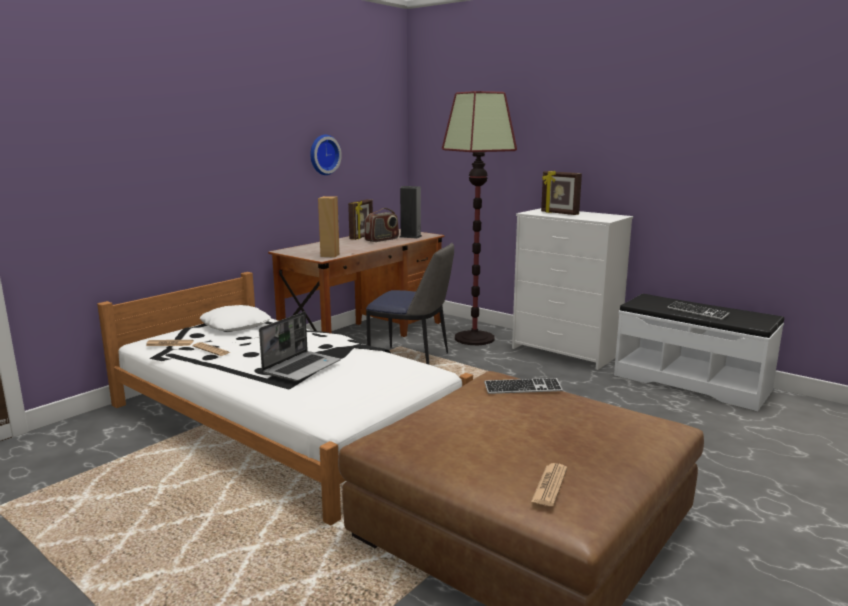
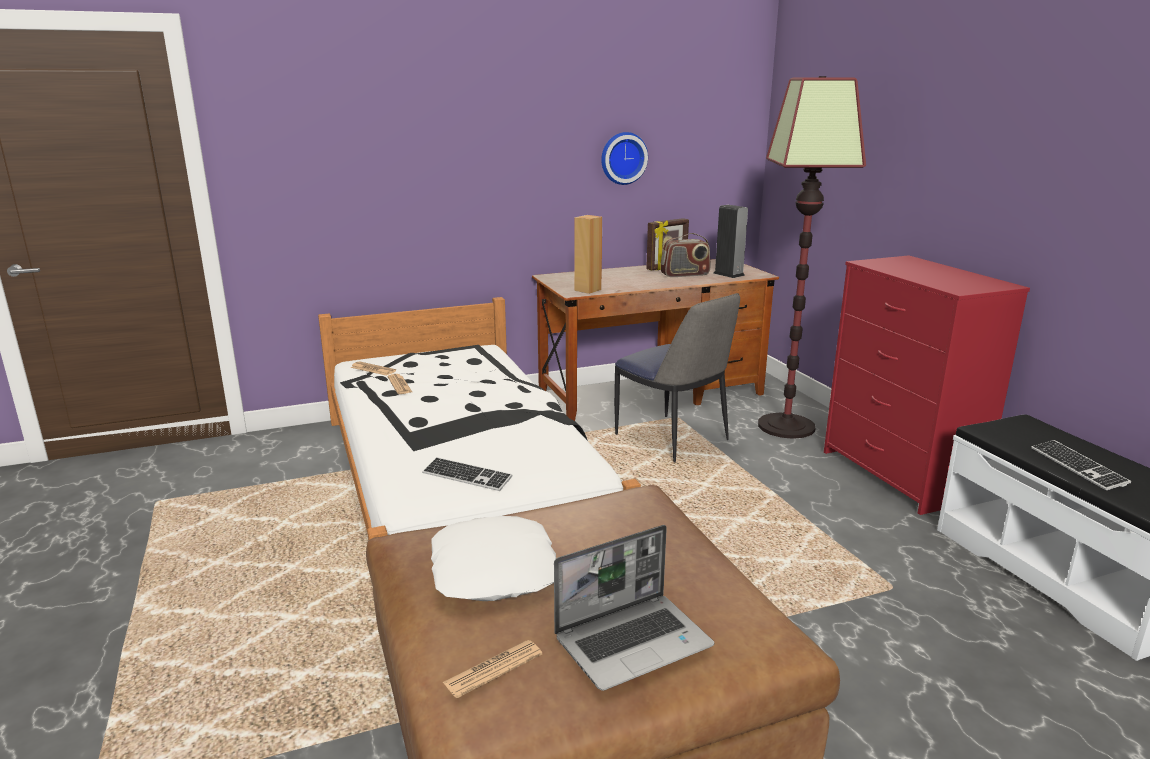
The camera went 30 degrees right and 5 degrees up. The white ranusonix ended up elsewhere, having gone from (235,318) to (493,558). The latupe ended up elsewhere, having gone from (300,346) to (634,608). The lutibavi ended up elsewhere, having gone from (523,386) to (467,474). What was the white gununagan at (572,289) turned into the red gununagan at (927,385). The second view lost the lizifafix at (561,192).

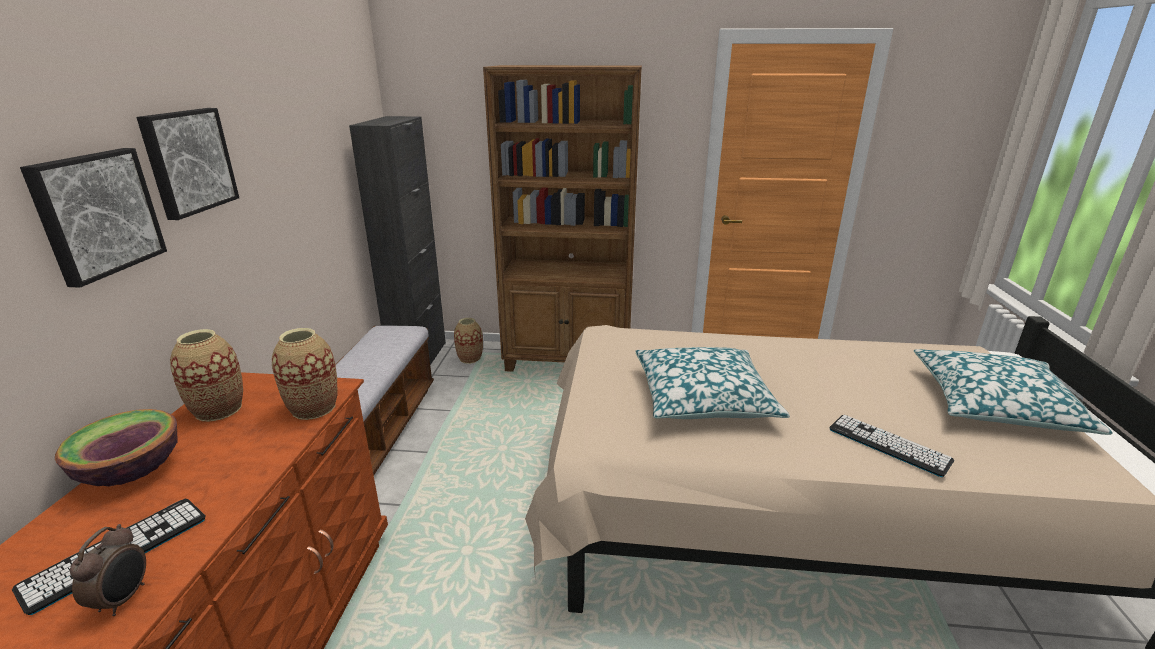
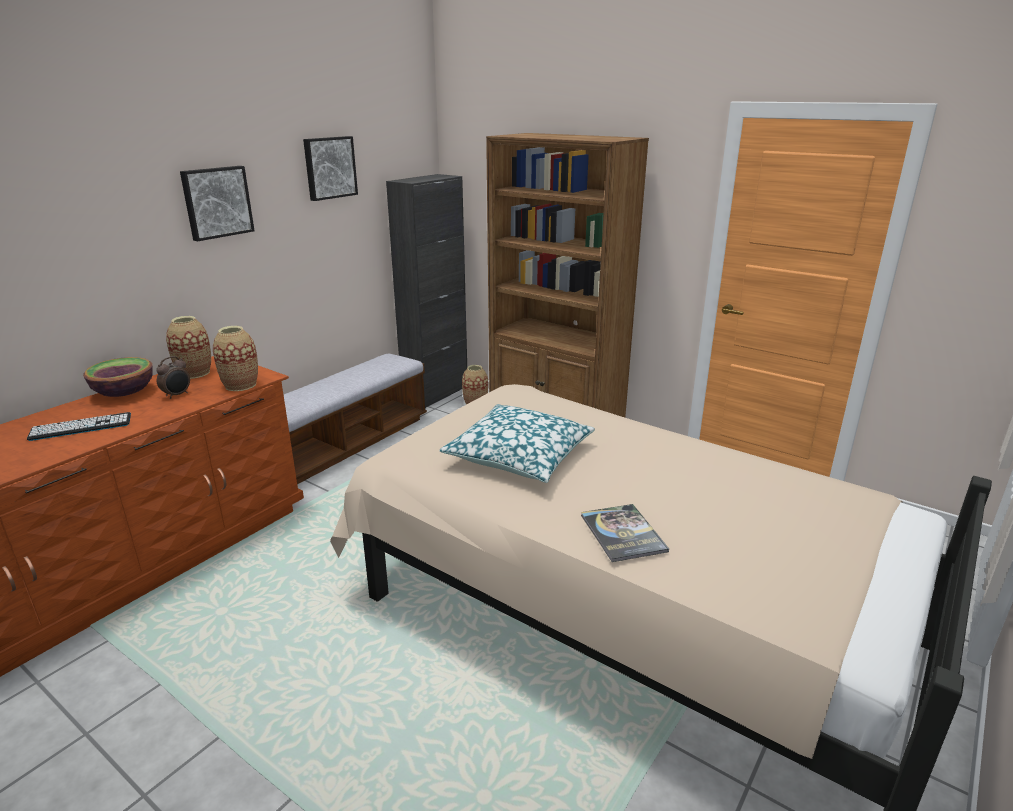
The camera went 30 degrees right and 0 degrees up. The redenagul ended up elsewhere, having gone from (93,218) to (330,168). The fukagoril ended up elsewhere, having gone from (108,570) to (173,377). Where the lutibavi stood at (891,445), the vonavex came to stand at (625,533). The second view lost the ranusonix at (1013,392).

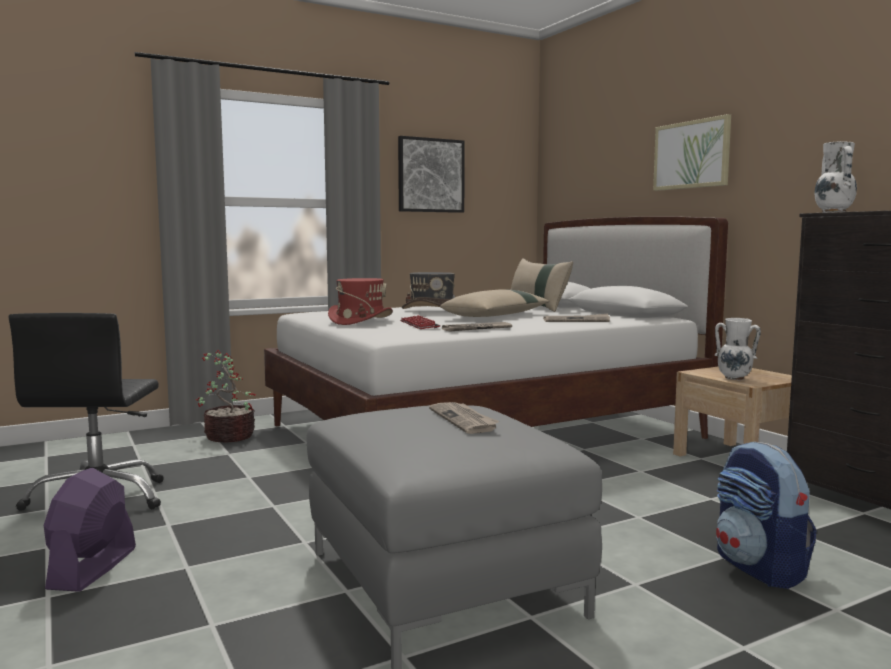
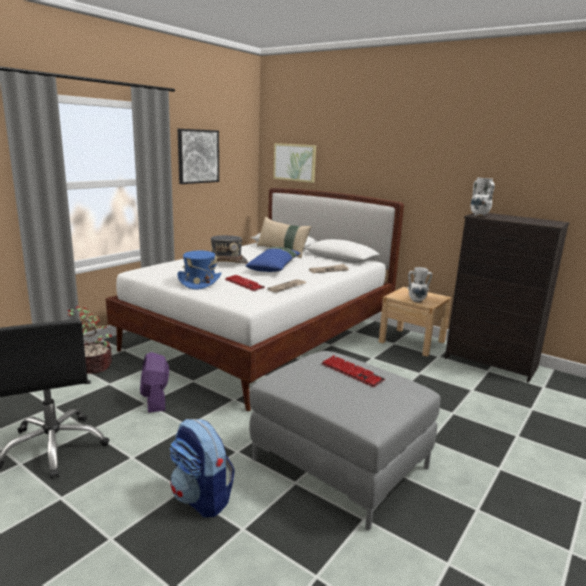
The camera went 25 degrees left and 10 degrees up. The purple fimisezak ended up elsewhere, having gone from (90,529) to (154,382). What was the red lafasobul at (360,301) turned into the blue lafasobul at (199,270). Where the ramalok stood at (464,418), the lutibavi came to stand at (353,371). What was the beige ranusonix at (494,303) turned into the blue ranusonix at (273,259). The redenagul ended up elsewhere, having gone from (692,152) to (294,163). The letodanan ended up elsewhere, having gone from (766,515) to (202,468).

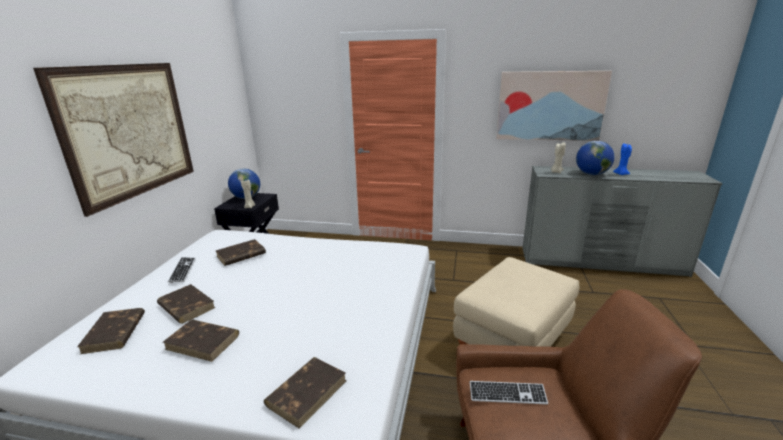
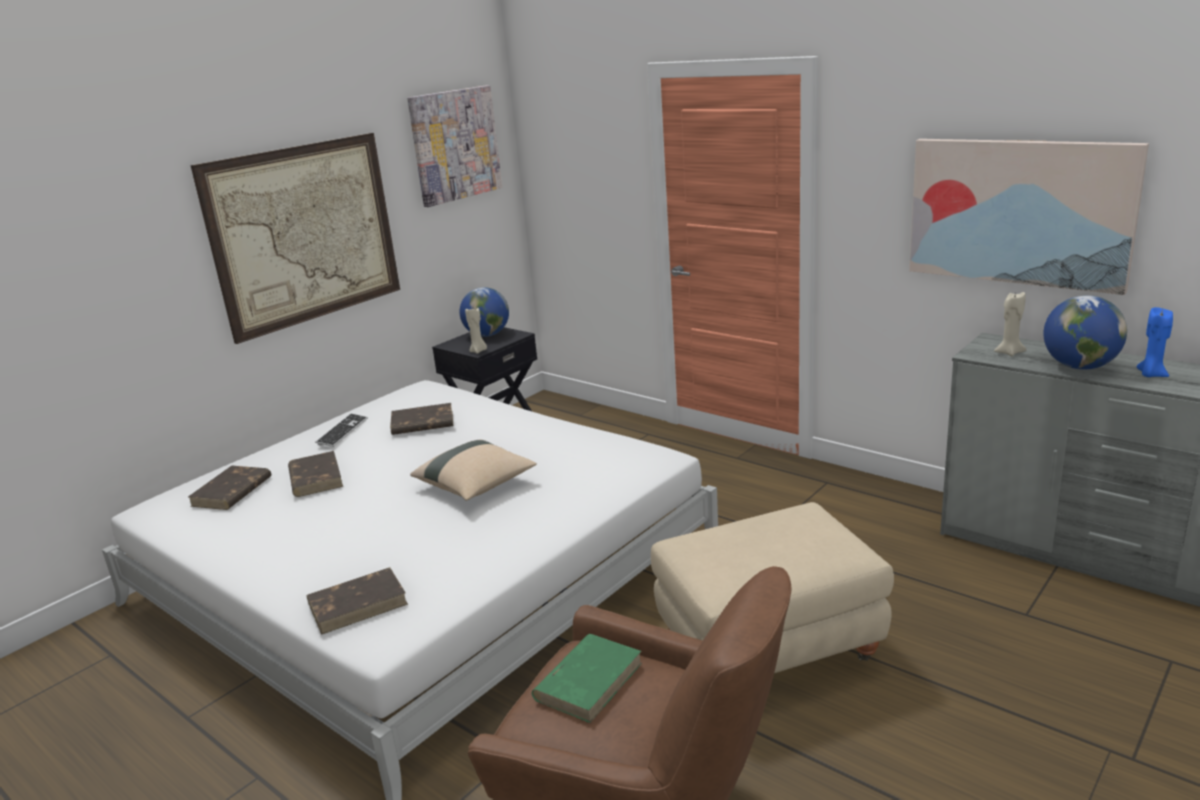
The camera went 30 degrees right and 0 degrees up. The second view lost the brown vonavex at (201,340). Where the lutibavi stood at (509,393), the green vonavex came to stand at (587,678). The second view gained the redenagul at (454,146). The second view gained the beige ranusonix at (473,470).

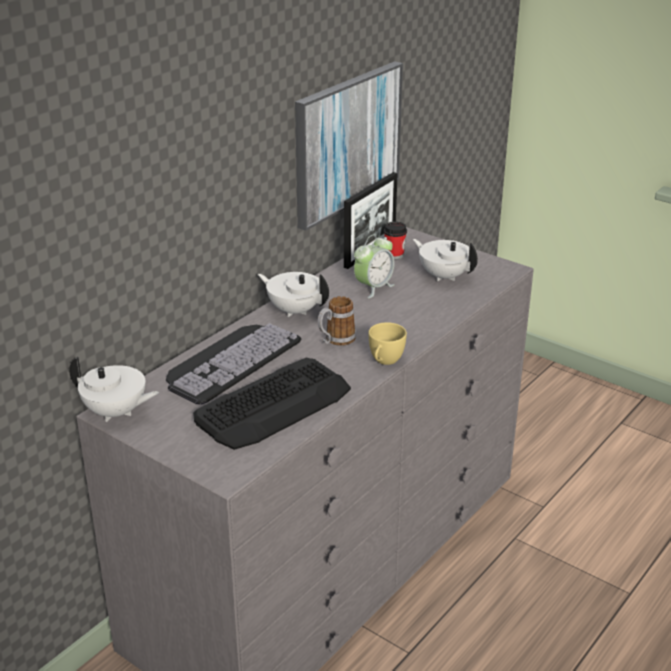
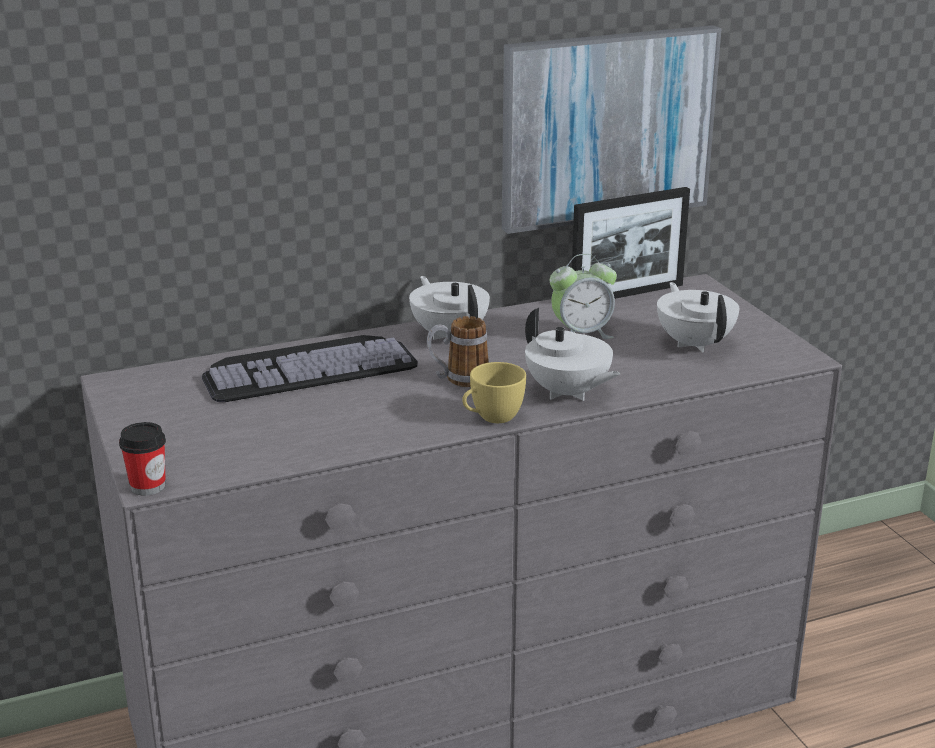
The camera went 30 degrees right and 5 degrees down. The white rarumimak ended up elsewhere, having gone from (114,389) to (572,354). The second view lost the lutibavi at (272,404). The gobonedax ended up elsewhere, having gone from (395,241) to (142,459).

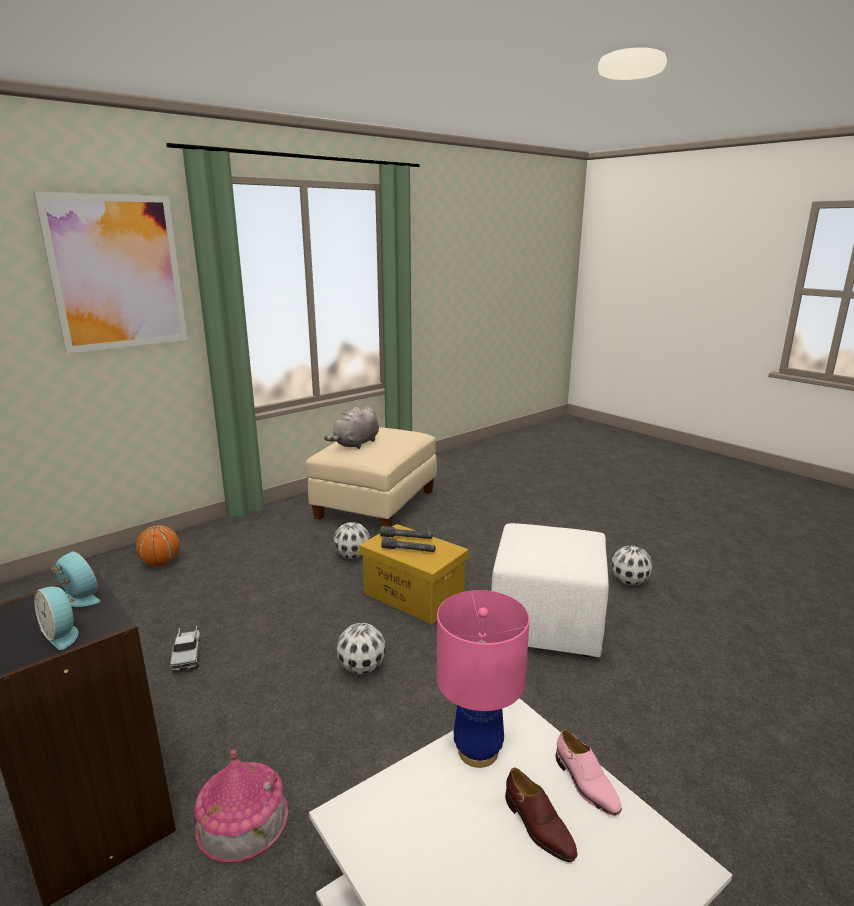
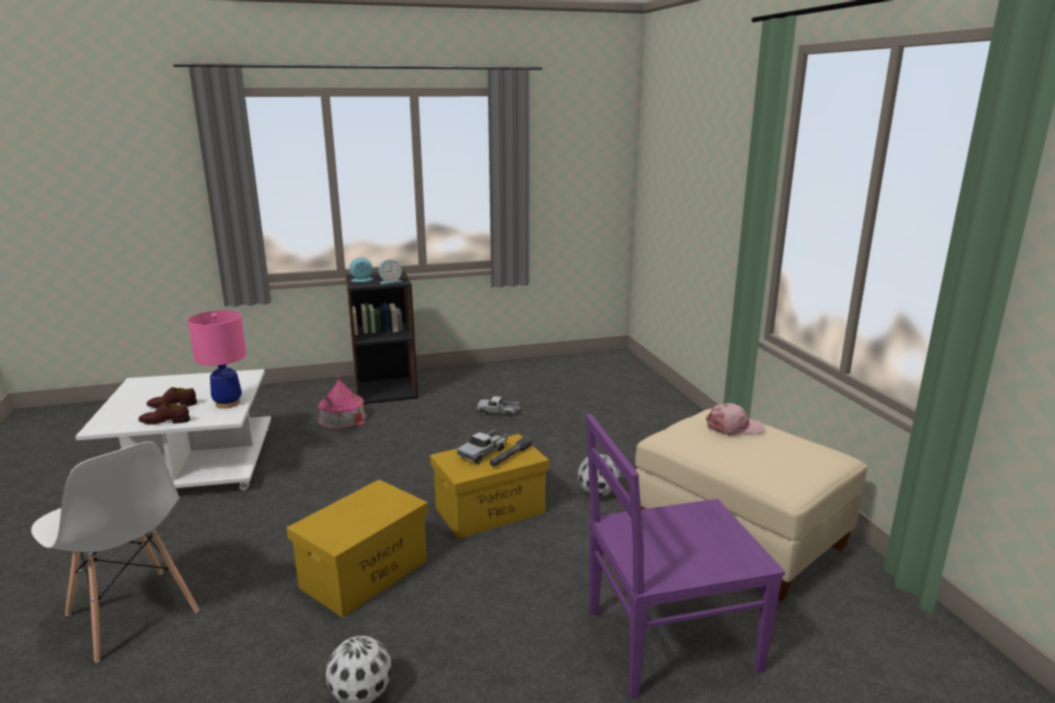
The camera went 115 degrees right and 0 degrees up. The second view lost the redenagul at (110,272). The second view lost the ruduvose at (158,545). Where the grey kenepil stood at (351,427), the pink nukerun came to stand at (735,419). The second view lost the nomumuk at (361,648). Where the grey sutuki stood at (408,544), the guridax came to stand at (482,446). Where the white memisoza stood at (550,590), the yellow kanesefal came to stand at (357,548). What was the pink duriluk at (589,772) turned into the brown duriluk at (164,414). The second view gained the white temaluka at (115,552). The second view gained the purple temaluka at (685,556).

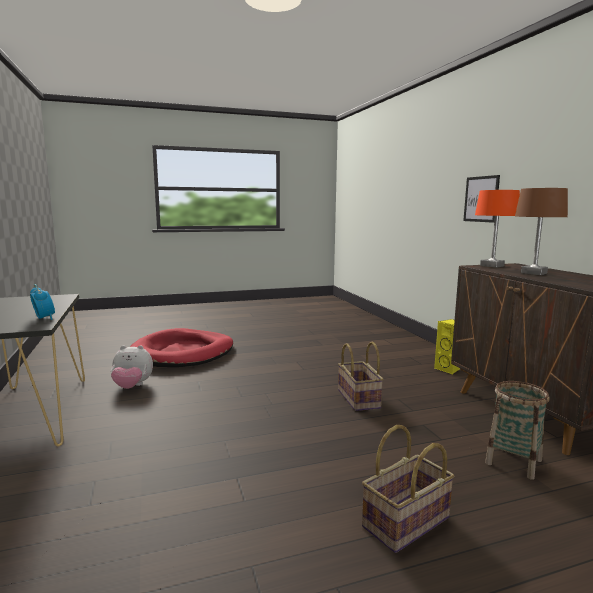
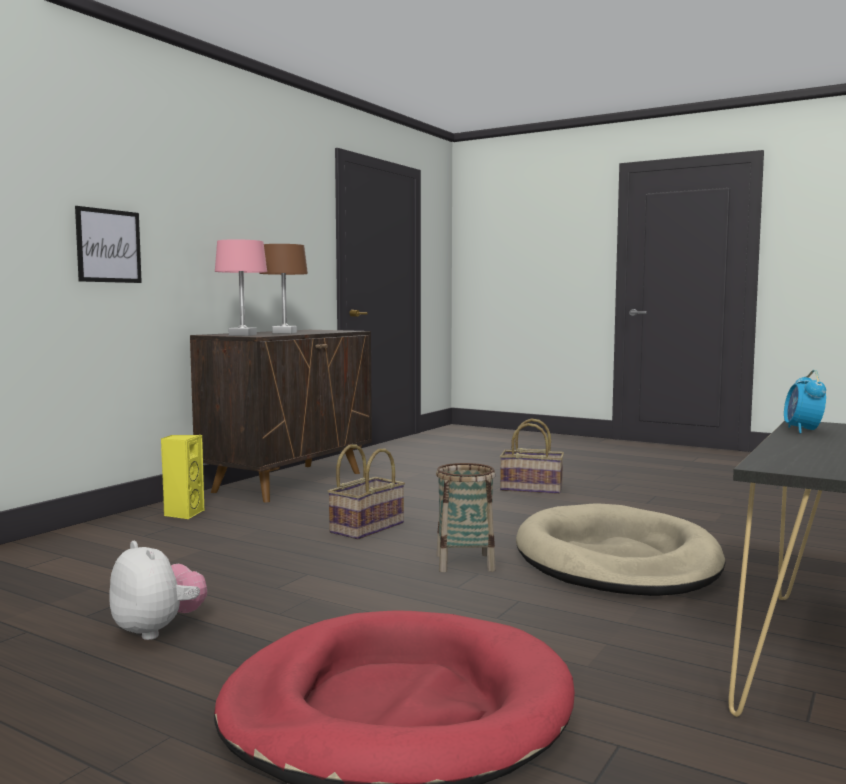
The camera went 130 degrees left and 5 degrees down. The kenepil ended up elsewhere, having gone from (132,367) to (158,590). What was the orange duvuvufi at (497,229) turned into the pink duvuvufi at (241,287). The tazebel ended up elsewhere, having gone from (517,430) to (465,517). The second view gained the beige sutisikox at (621,549).

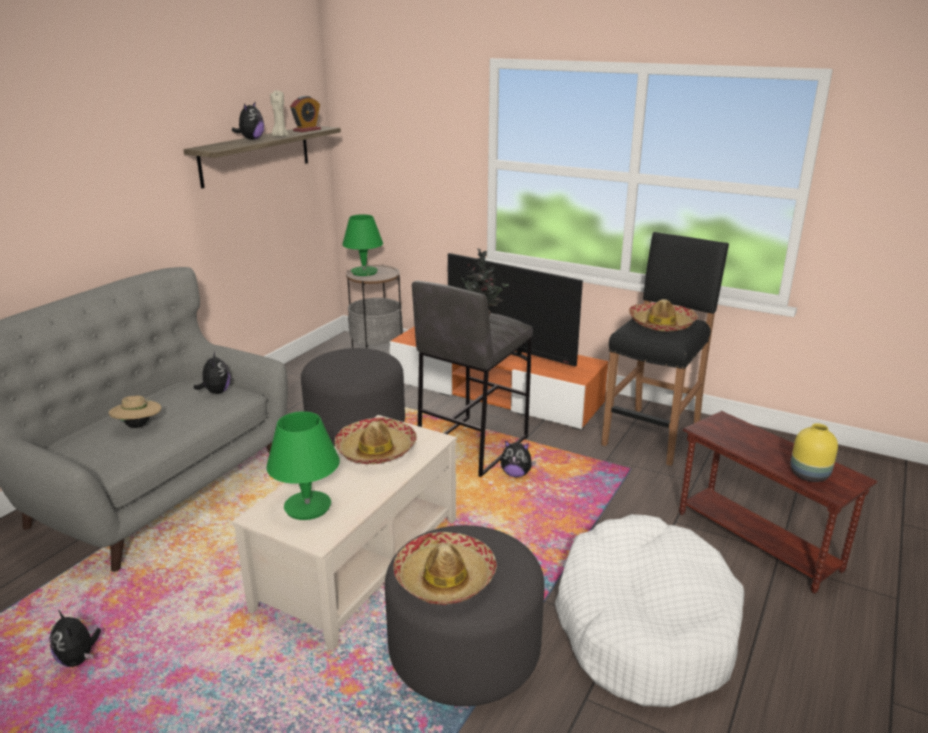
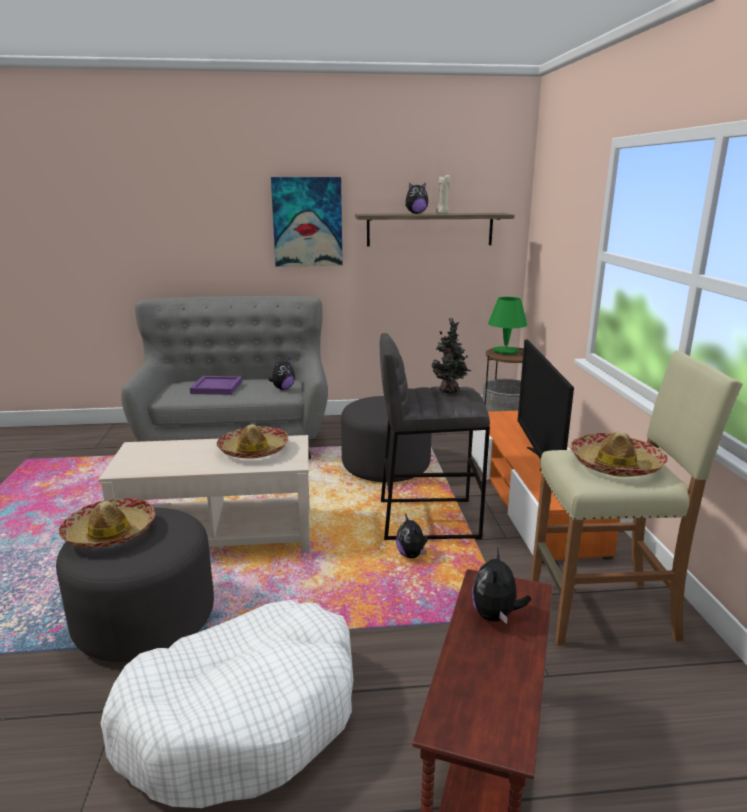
The camera went 55 degrees right and 5 degrees down. The kenepil ended up elsewhere, having gone from (75,638) to (501,586). Where the beige lafasobul stood at (135,412), the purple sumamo came to stand at (216,385). The second view lost the green duvuvufi at (303,465). The second view lost the fukagoril at (305,114). What was the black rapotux at (665,349) turned into the beige rapotux at (637,498). The second view lost the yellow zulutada at (814,452). The second view gained the redenagul at (307,222).

